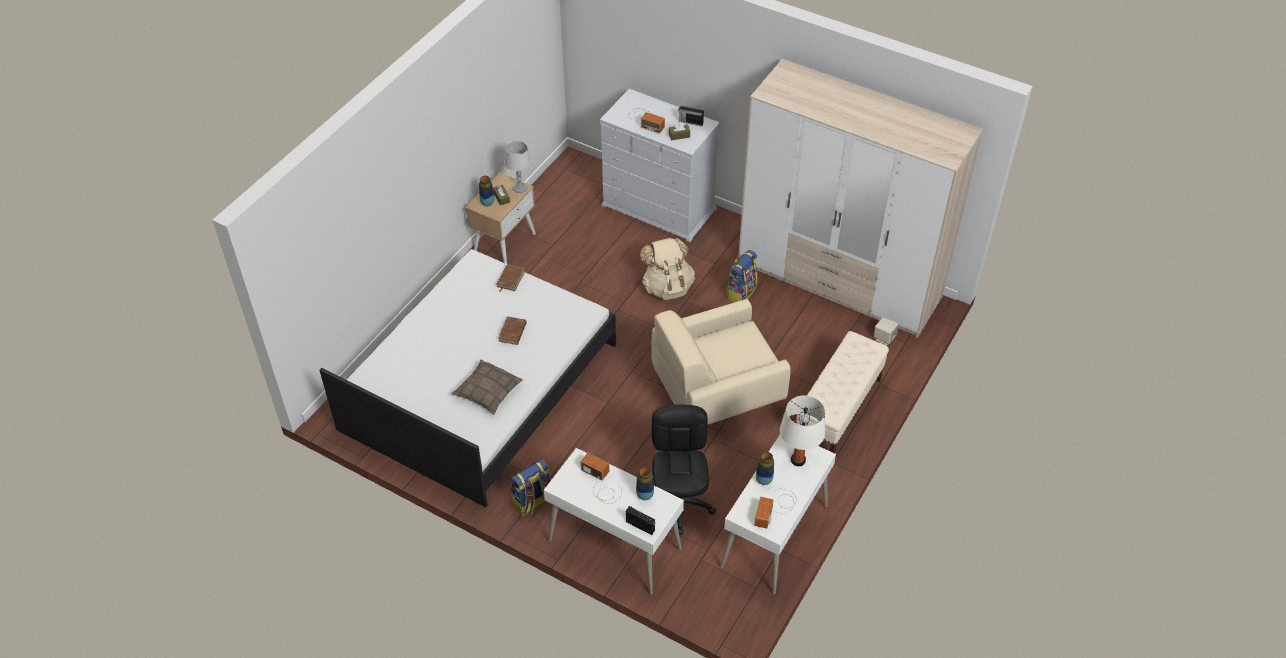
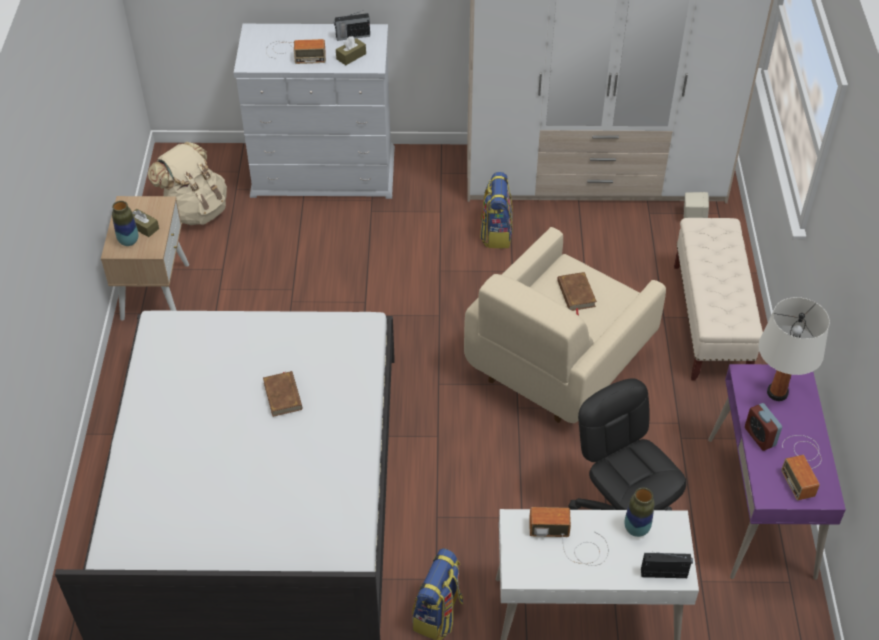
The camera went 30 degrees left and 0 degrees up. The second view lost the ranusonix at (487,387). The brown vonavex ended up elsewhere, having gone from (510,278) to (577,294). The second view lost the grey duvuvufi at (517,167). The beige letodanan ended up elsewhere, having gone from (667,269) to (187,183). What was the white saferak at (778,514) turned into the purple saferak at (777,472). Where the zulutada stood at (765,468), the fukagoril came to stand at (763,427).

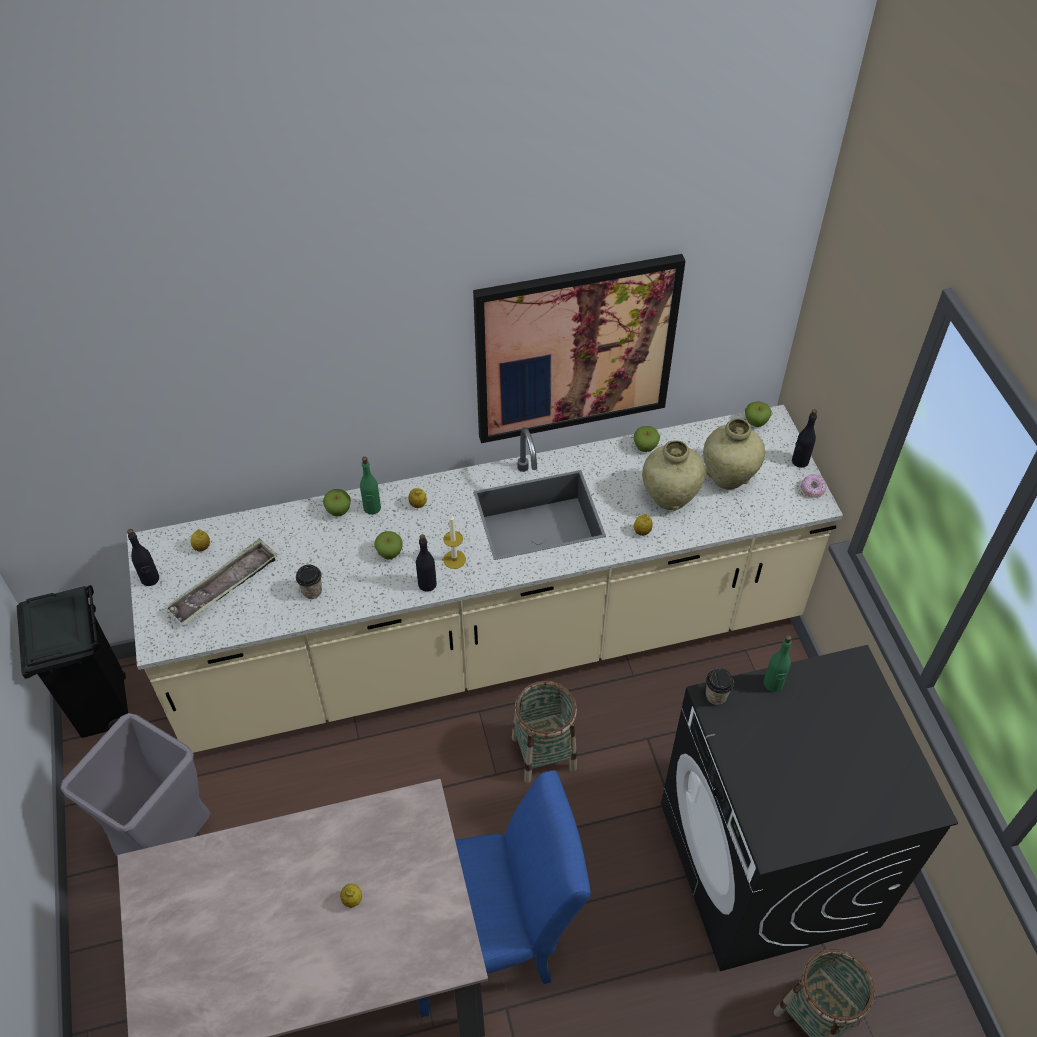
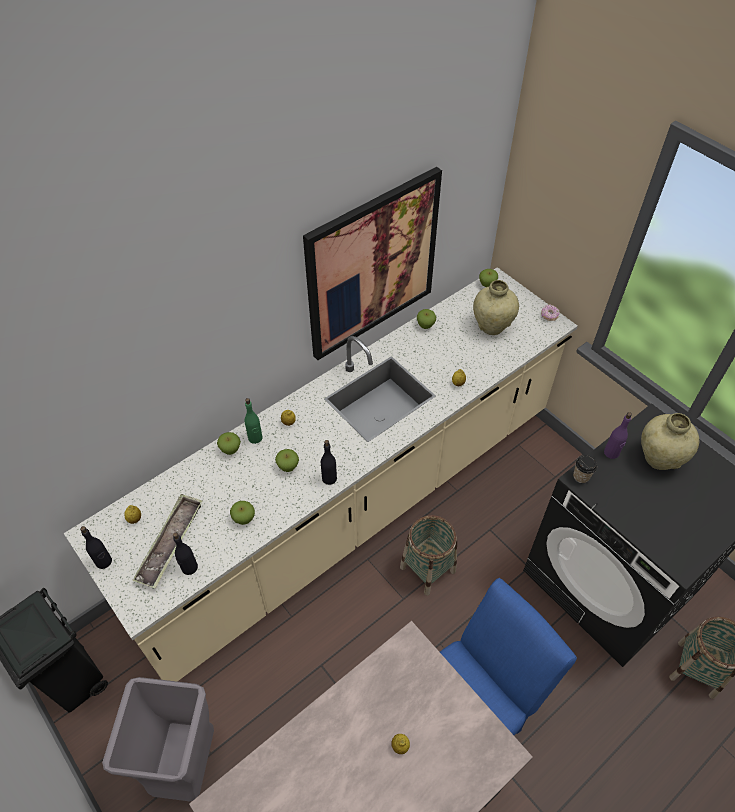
The camera went 25 degrees left and 0 degrees up. Where the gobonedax stood at (309,582), the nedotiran came to stand at (242,513). The second view lost the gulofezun at (454,541). The beige zulutada ended up elsewhere, having gone from (673,475) to (670,441). What was the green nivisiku at (778,663) turned into the purple nivisiku at (618,435). The black nivisiku ended up elsewhere, having gone from (804,438) to (185,553).

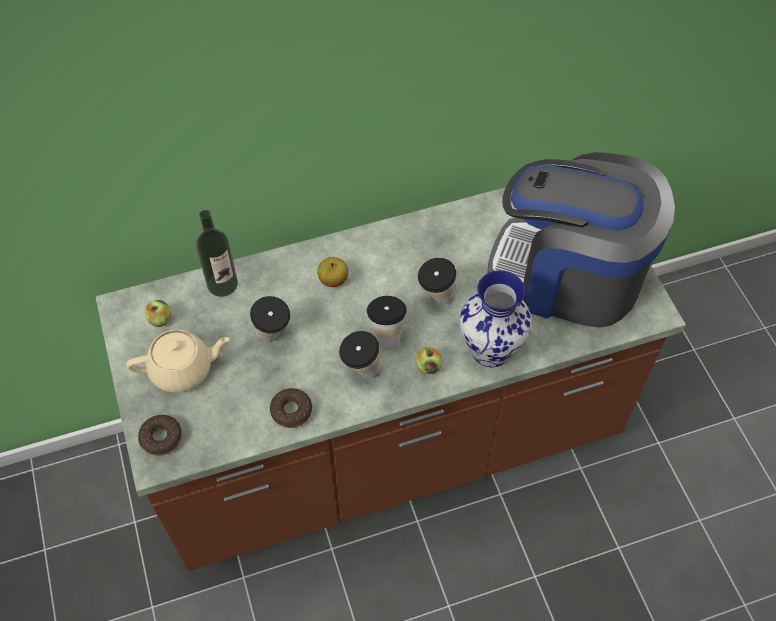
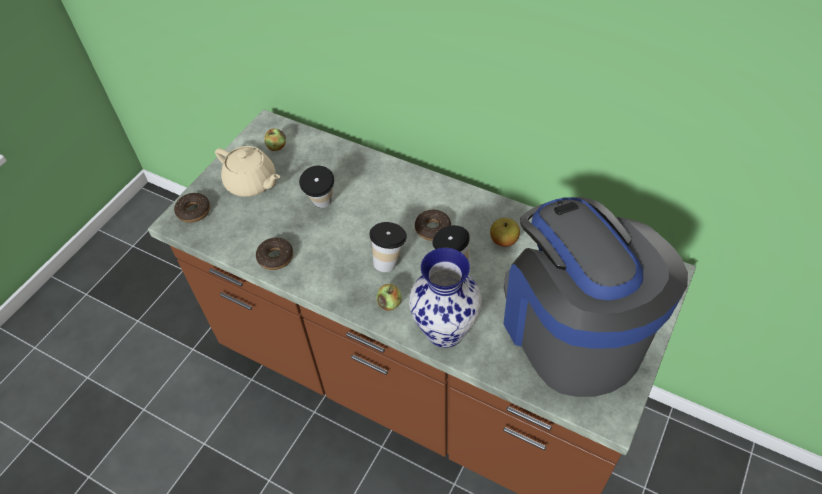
The camera went 50 degrees right and 5 degrees down. The second view lost the nivisiku at (217,253). The nedotiran ended up elsewhere, having gone from (332,272) to (505,232). The second view lost the gobonedax at (360,355). The second view gained the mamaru at (433,225).

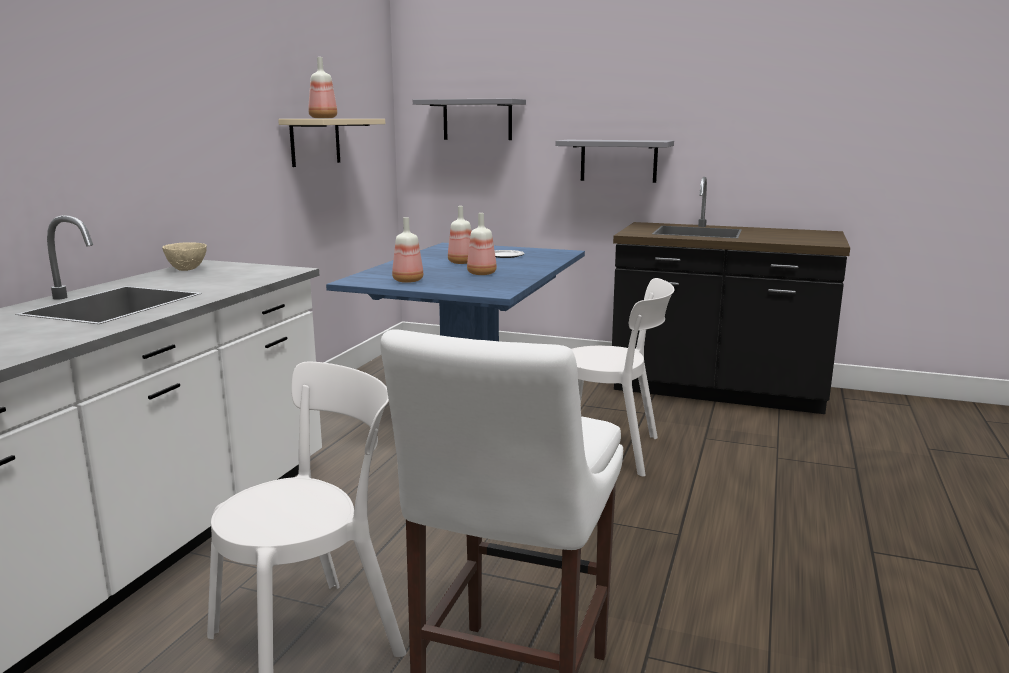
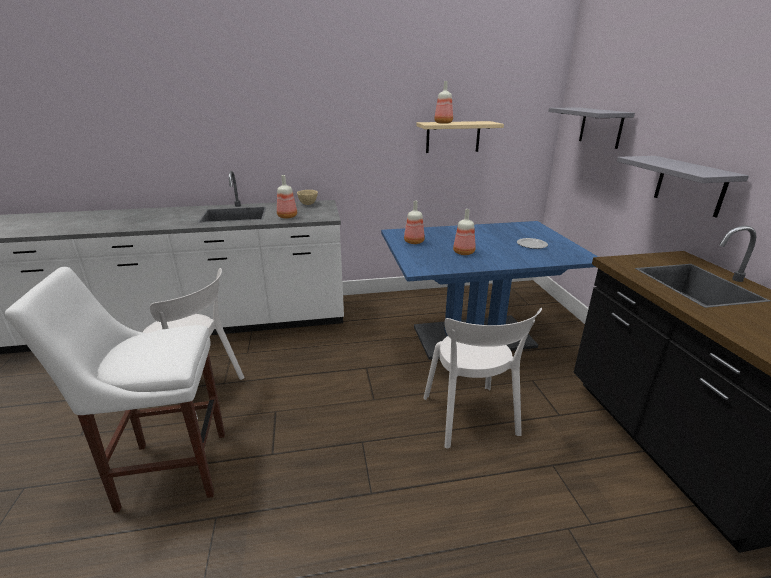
The camera went 60 degrees right and 10 degrees up. The nivisiku ended up elsewhere, having gone from (459,235) to (287,197).

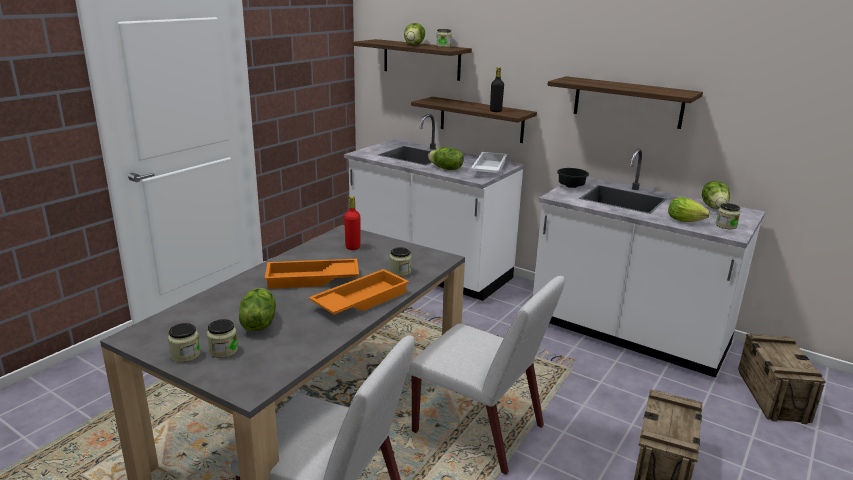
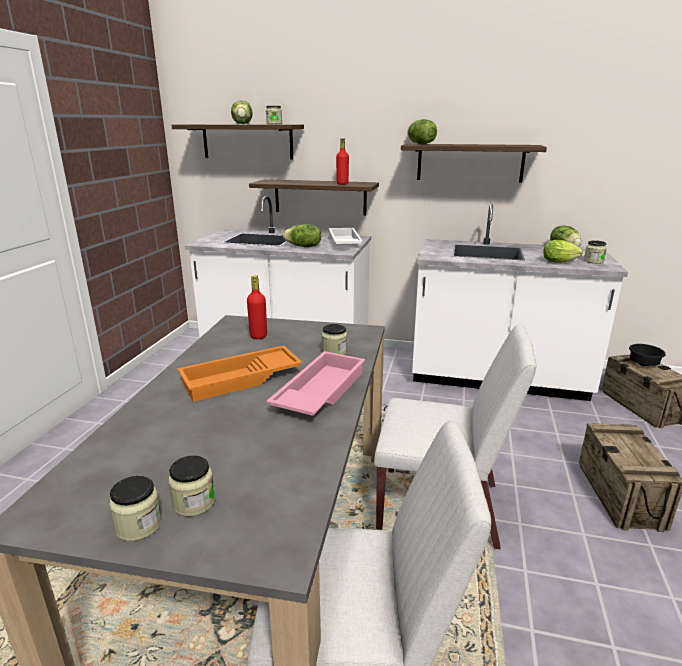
The camera went 20 degrees left and 0 degrees up. The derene ended up elsewhere, having gone from (257,309) to (422,131). What was the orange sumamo at (359,292) turned into the pink sumamo at (315,383). What was the black nivisiku at (497,89) turned into the red nivisiku at (342,161). The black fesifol ended up elsewhere, having gone from (573,178) to (647,355).

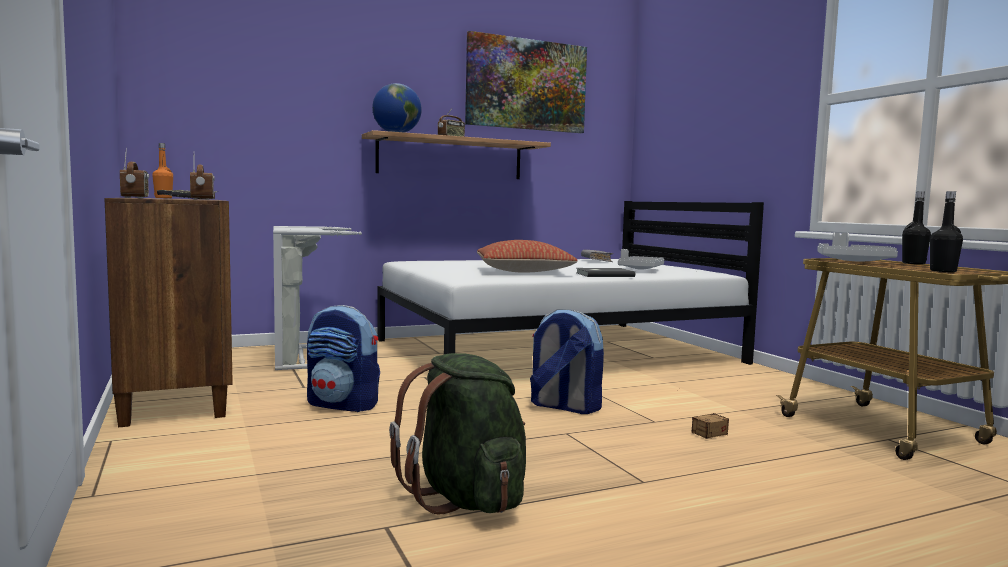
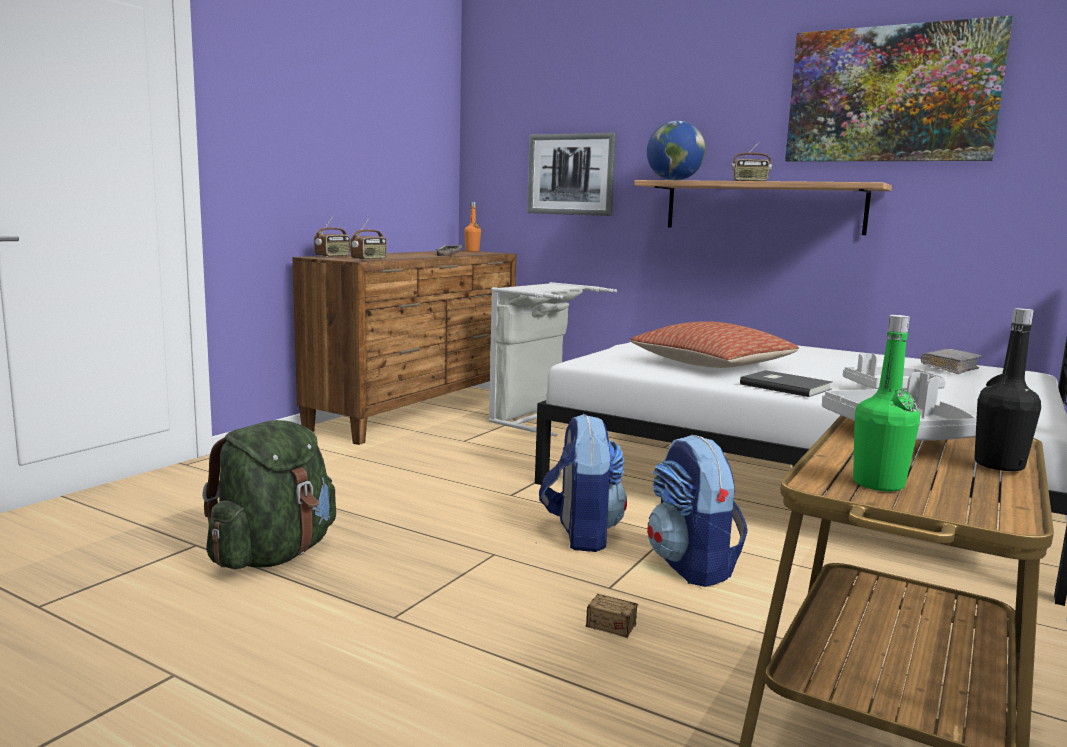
The camera went 55 degrees right and 5 degrees up. The letodanan ended up elsewhere, having gone from (343,358) to (697,511). What was the black nivisiku at (946,231) turned into the green nivisiku at (886,403). The second view gained the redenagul at (571,174).

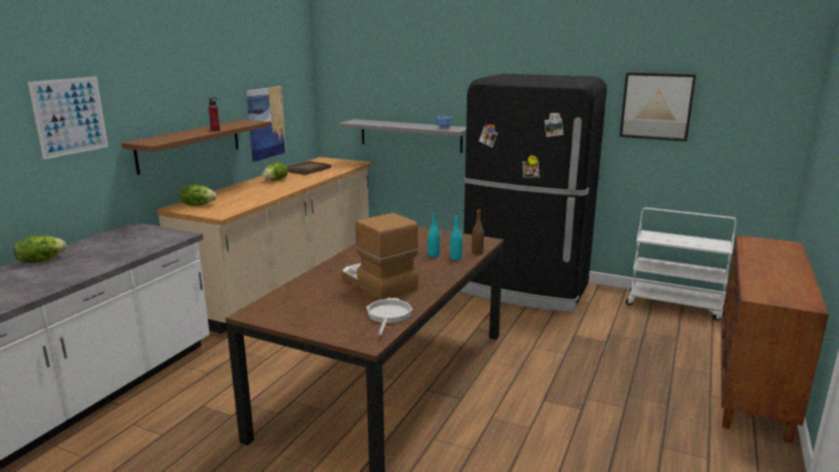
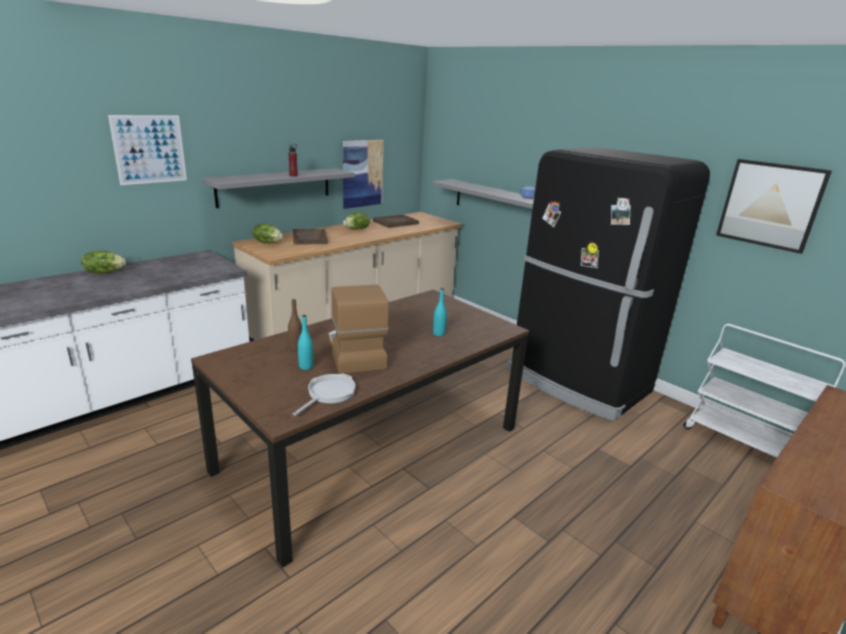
The camera went 20 degrees right and 5 degrees up. What was the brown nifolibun at (195,147) turned into the grey nifolibun at (278,188). The turquoise nivisiku ended up elsewhere, having gone from (456,236) to (305,342). The brown nivisiku ended up elsewhere, having gone from (478,231) to (295,325). The second view gained the brown sumamo at (310,236).

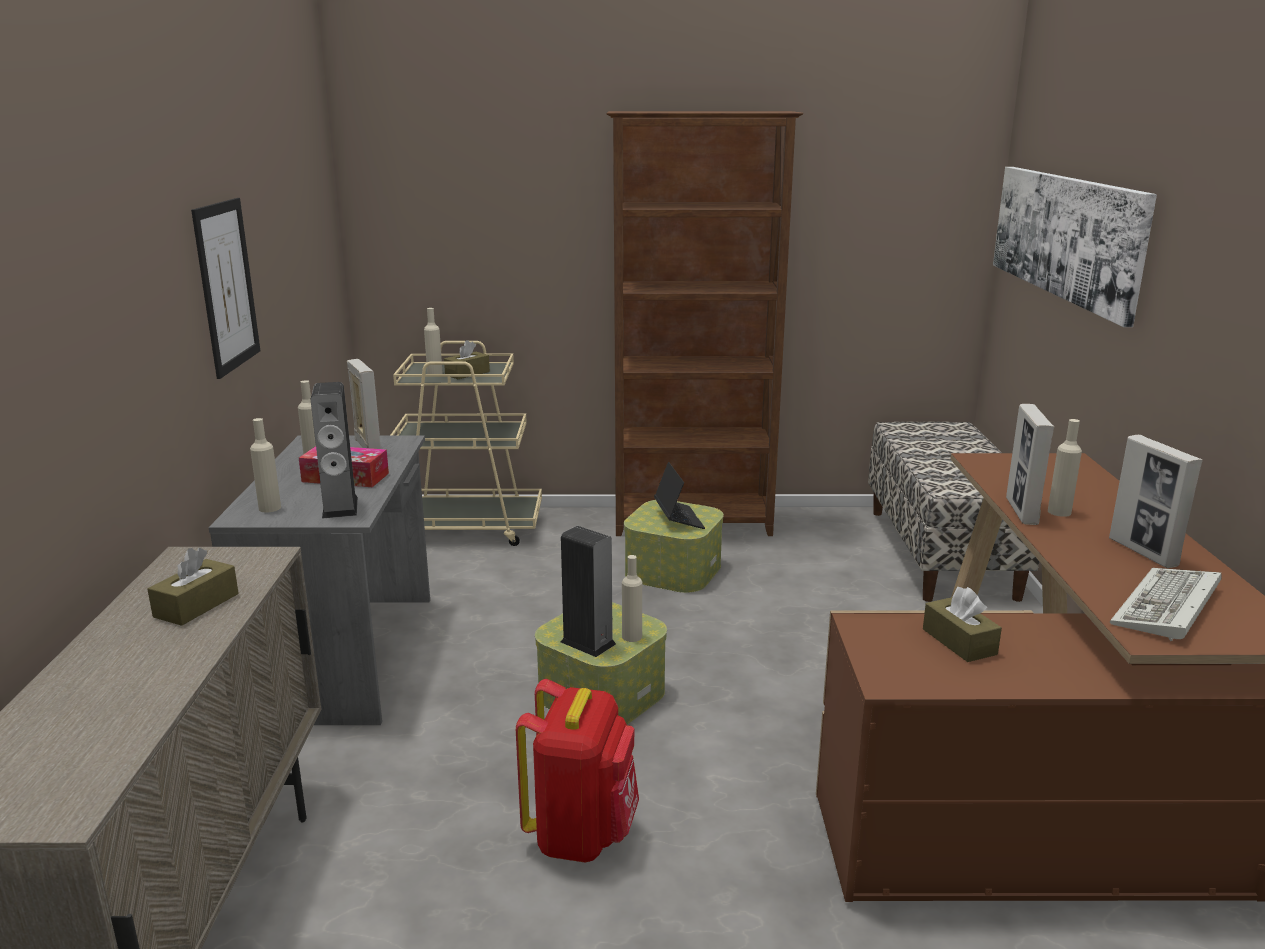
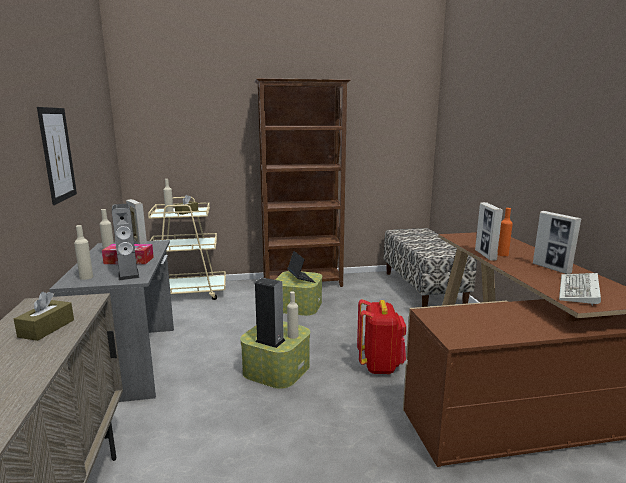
The camera went 10 degrees left and 5 degrees down. The red letodanan ended up elsewhere, having gone from (577,770) to (381,336). The second view lost the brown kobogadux at (962,624). The second view lost the redenagul at (1075,247). What was the beige nivisiku at (1065,468) turned into the orange nivisiku at (505,232).

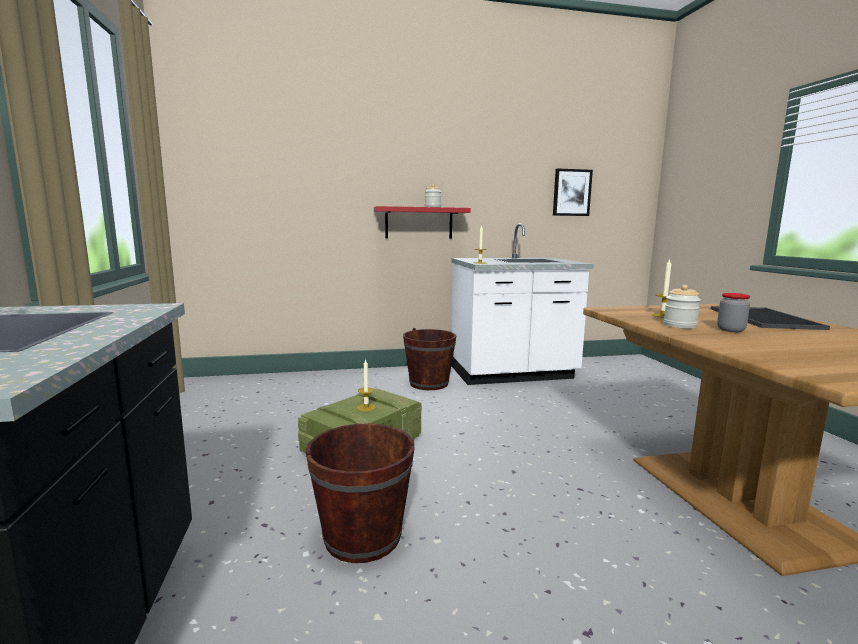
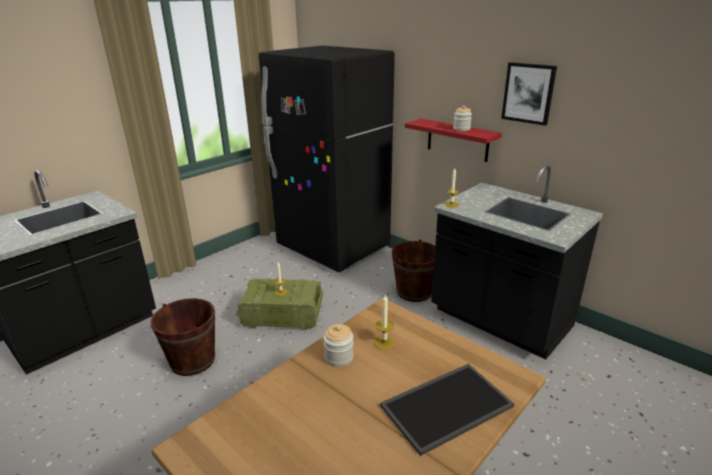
The camera went 55 degrees right and 15 degrees up. What was the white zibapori at (522,304) turned into the black zibapori at (517,262). The redenagul ended up elsewhere, having gone from (573,192) to (529,94). The second view lost the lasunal at (733,312). The second view gained the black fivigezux at (327,159).

